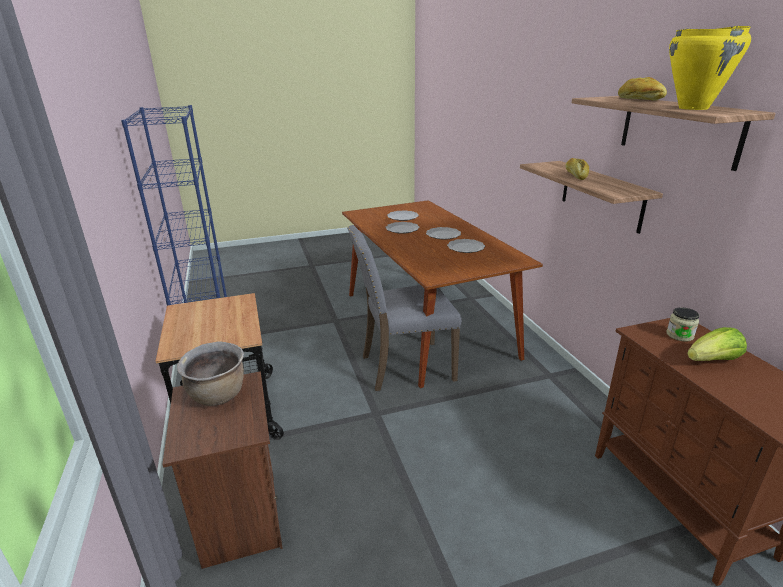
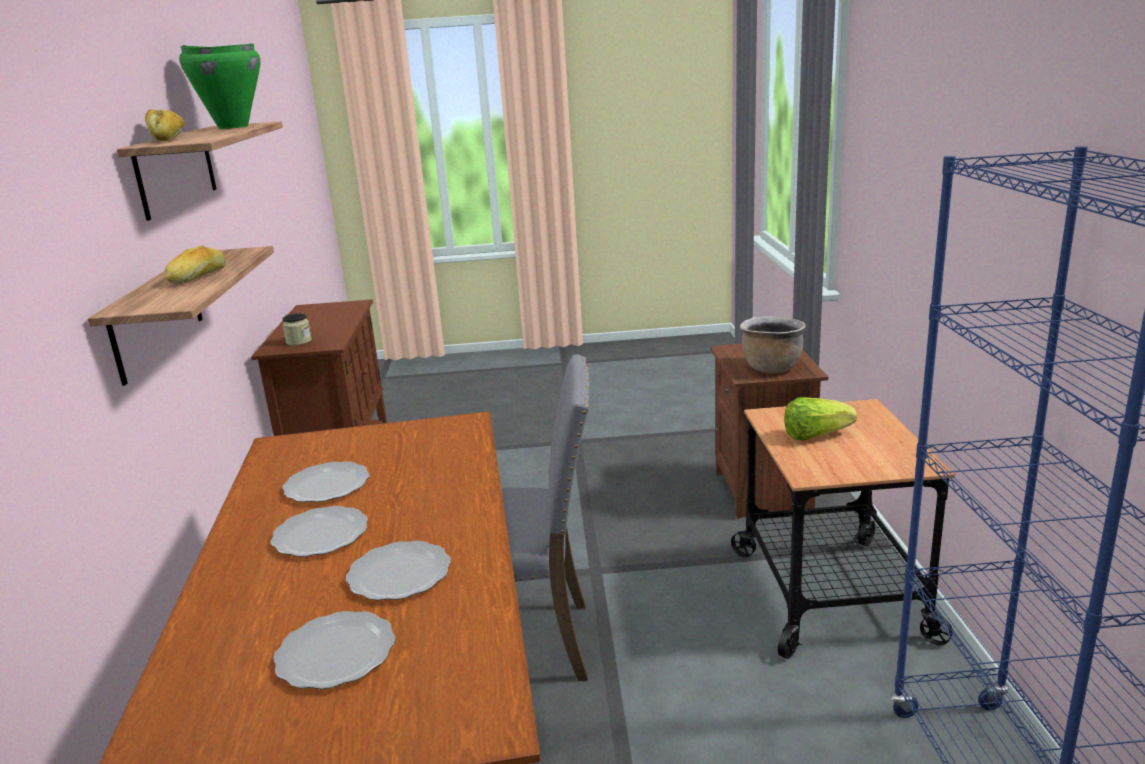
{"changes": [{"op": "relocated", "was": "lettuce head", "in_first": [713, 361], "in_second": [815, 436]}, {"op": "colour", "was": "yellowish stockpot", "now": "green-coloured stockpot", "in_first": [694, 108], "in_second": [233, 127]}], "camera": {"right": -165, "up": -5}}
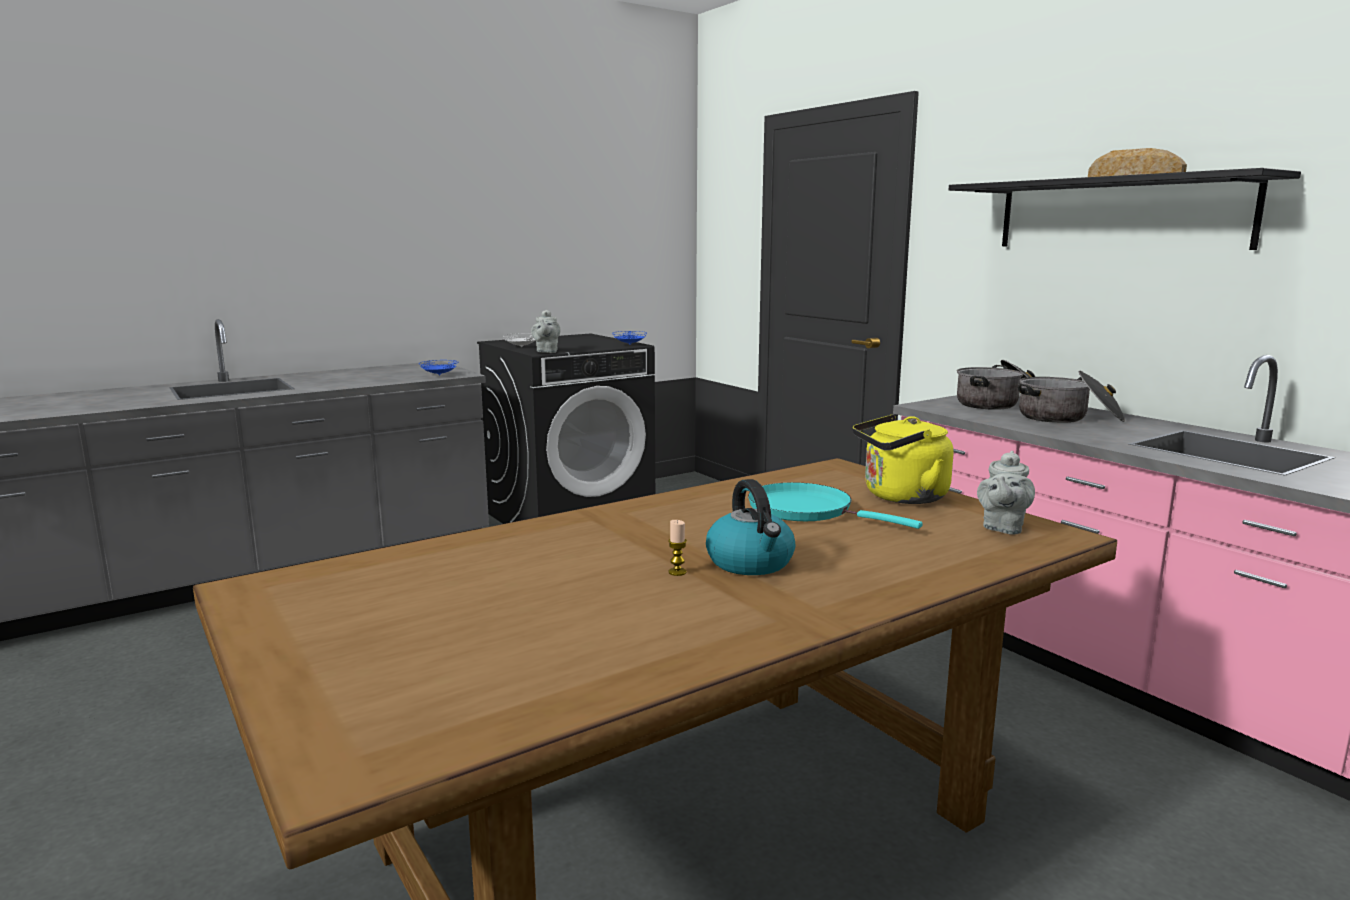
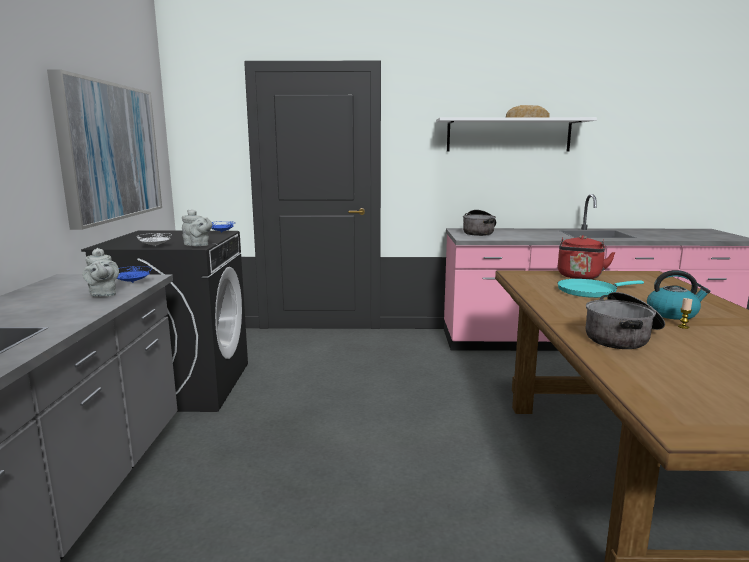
{"changes": [{"op": "appeared", "now": "wall art", "in_second": [110, 152]}, {"op": "relocated", "was": "gray pot for tea", "in_first": [1002, 527], "in_second": [103, 294]}, {"op": "relocated", "was": "stockpot", "in_first": [1068, 418], "in_second": [622, 337]}, {"op": "colour", "was": "yellowish tea kettle", "now": "reddish tea kettle", "in_first": [901, 497], "in_second": [579, 277]}, {"op": "colour", "was": "black-coloured shelf", "now": "whitish shelf", "in_first": [1118, 214], "in_second": [508, 135]}], "camera": {"right": -55, "up": 0}}
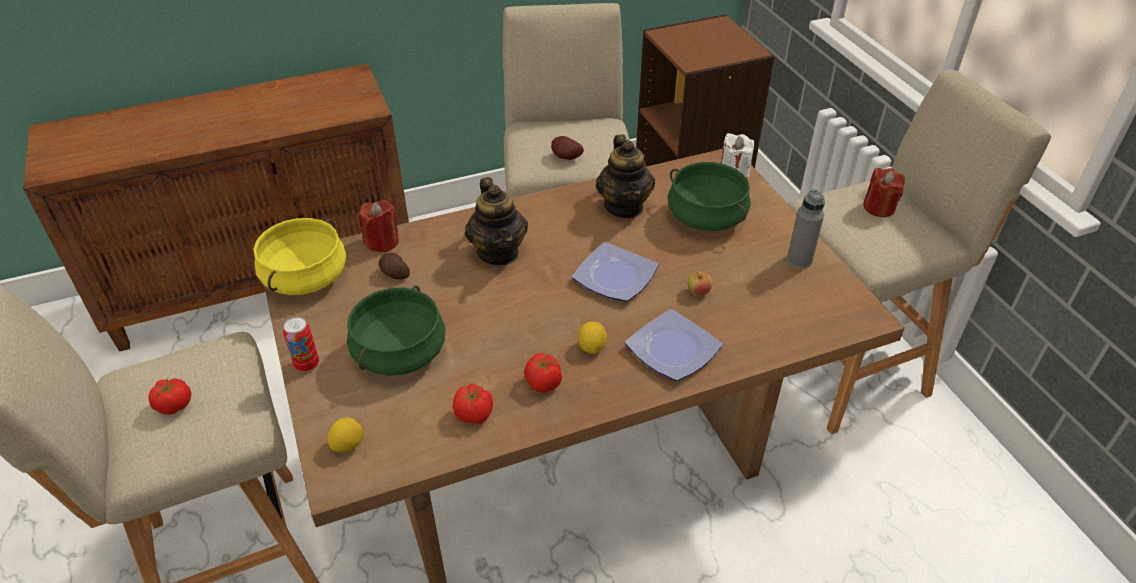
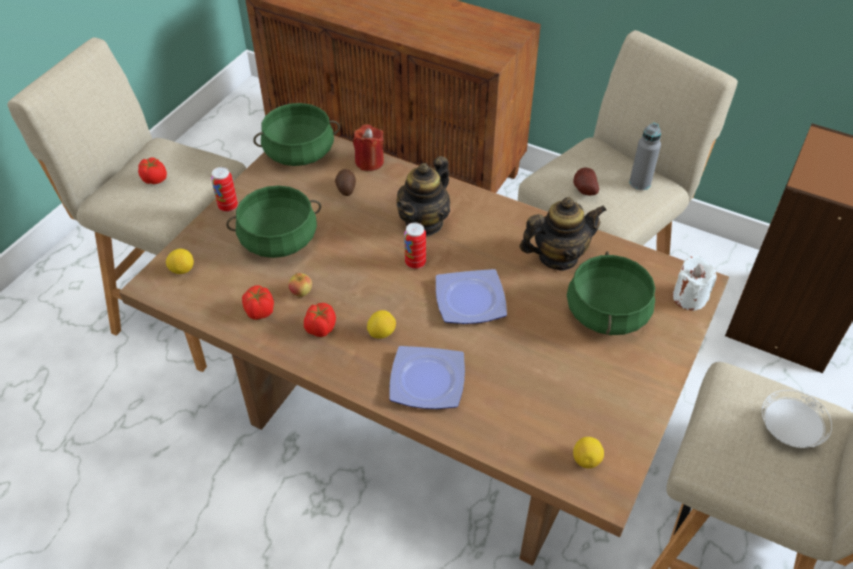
{"changes": [{"op": "appeared", "now": "can", "in_second": [415, 263]}, {"op": "appeared", "now": "whole lemon", "in_second": [586, 460]}, {"op": "relocated", "was": "apple", "in_first": [698, 292], "in_second": [301, 292]}, {"op": "relocated", "was": "gray drink bottle", "in_first": [799, 260], "in_second": [640, 183]}, {"op": "exchanged", "was": "reddish candle", "now": "whitish flat dish", "in_first": [879, 207], "in_second": [789, 429]}, {"op": "colour", "was": "yellowish stockpot", "now": "green-coloured stockpot", "in_first": [306, 278], "in_second": [299, 153]}, {"op": "spun", "was": "pot for tea", "in_first": [624, 206], "in_second": [558, 257], "clockwise": -150}], "camera": {"right": 50, "up": 5}}
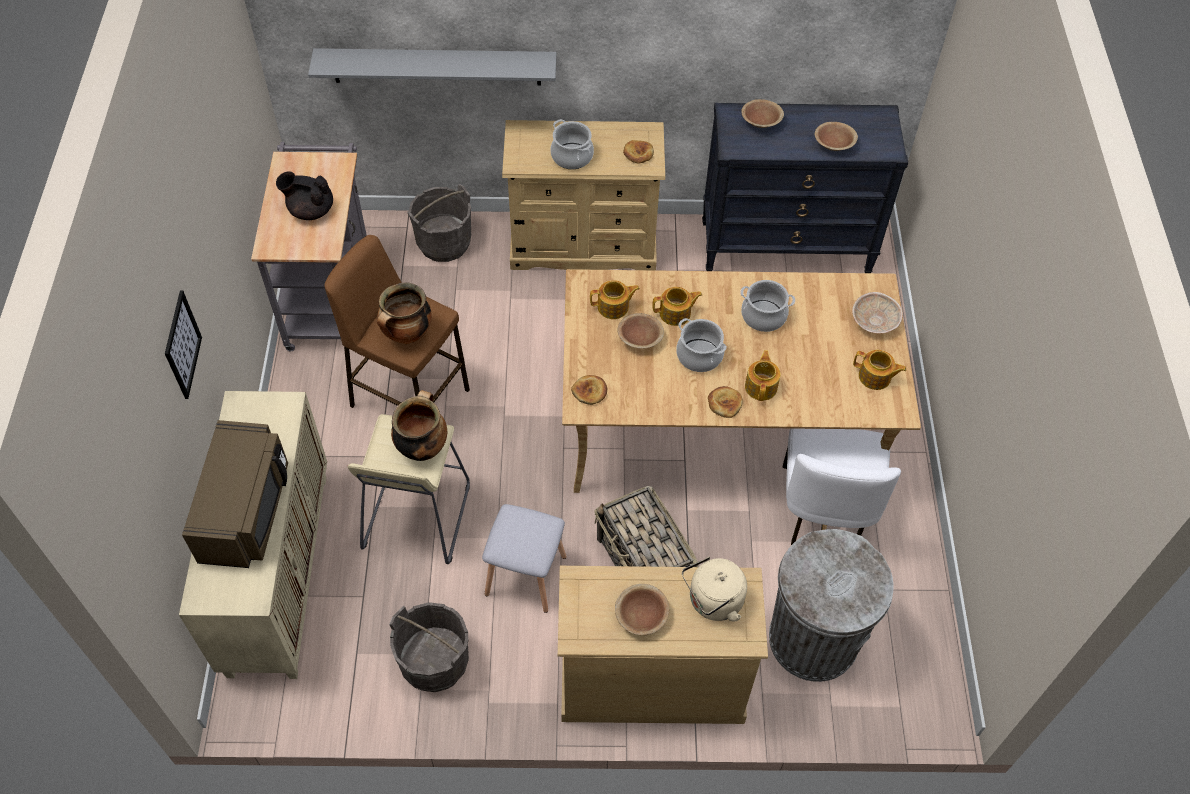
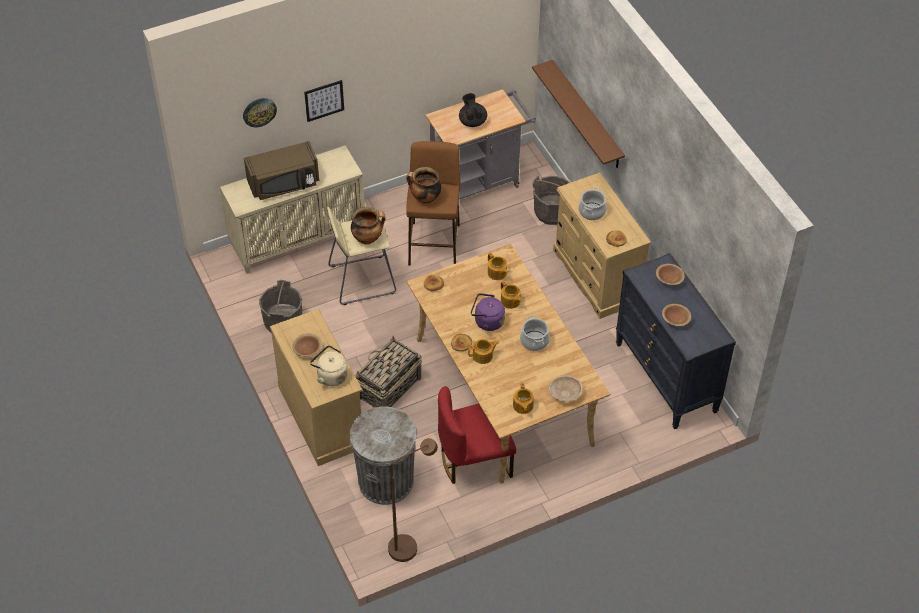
{"changes": [{"op": "missing", "was": "gray sitting stool", "in_first": [525, 574]}, {"op": "missing", "was": "brownish serving bowl", "in_first": [640, 338]}, {"op": "appeared", "now": "hanging clock", "in_second": [259, 112]}, {"op": "appeared", "now": "brownish standing lamp", "in_second": [410, 545]}, {"op": "exchanged", "was": "stockpot", "now": "purple-coloured tea kettle", "in_first": [699, 356], "in_second": [487, 321]}, {"op": "colour", "was": "gray shelf", "now": "brownish shelf", "in_first": [436, 66], "in_second": [587, 115]}, {"op": "colour", "was": "whitish chair", "now": "reddish chair", "in_first": [824, 510], "in_second": [474, 460]}], "camera": {"right": 65, "up": -5}}
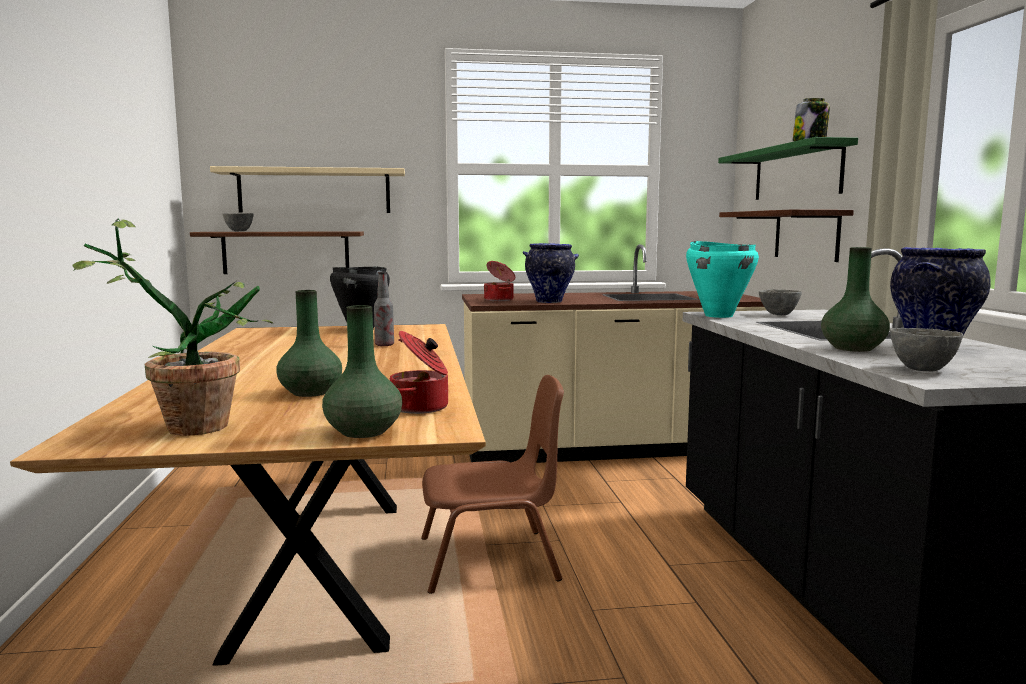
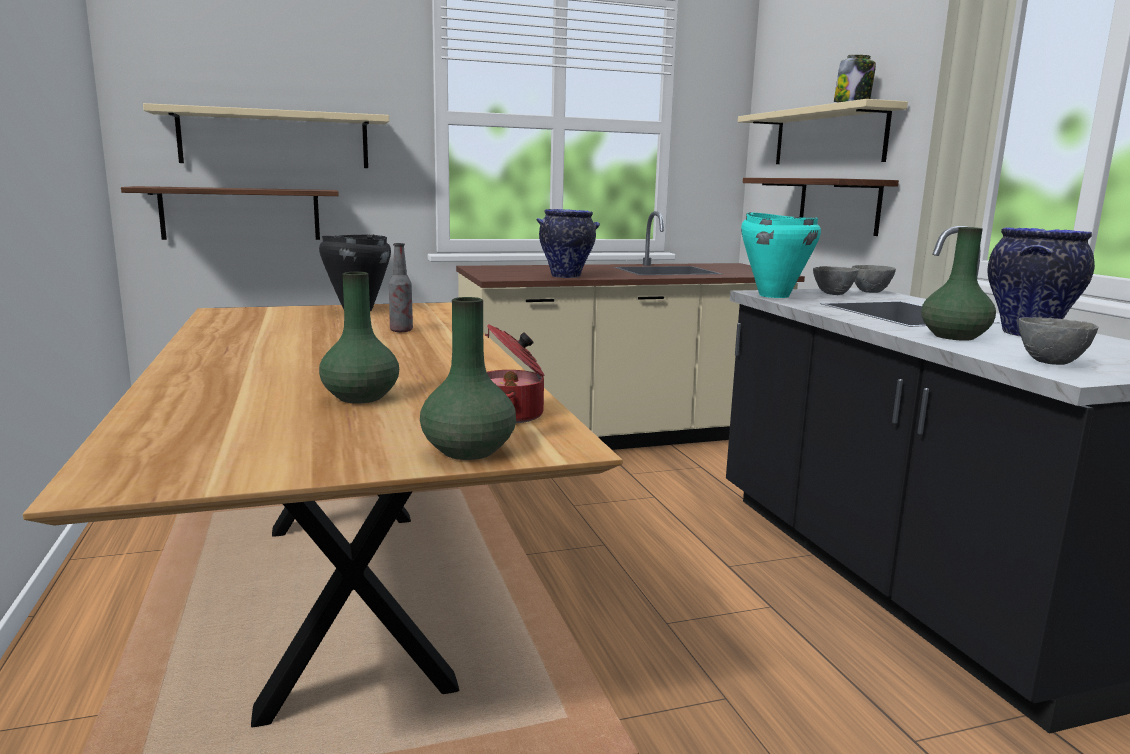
{"changes": [{"op": "missing", "was": "houseplant", "in_first": [182, 427]}, {"op": "missing", "was": "brownish chair", "in_first": [490, 560]}, {"op": "missing", "was": "stockpot", "in_first": [499, 300]}, {"op": "relocated", "was": "gray serving bowl", "in_first": [239, 231], "in_second": [871, 292]}, {"op": "colour", "was": "green-coloured shelf", "now": "beige shelf", "in_first": [796, 173], "in_second": [828, 137]}], "camera": {"right": -10, "up": 5}}
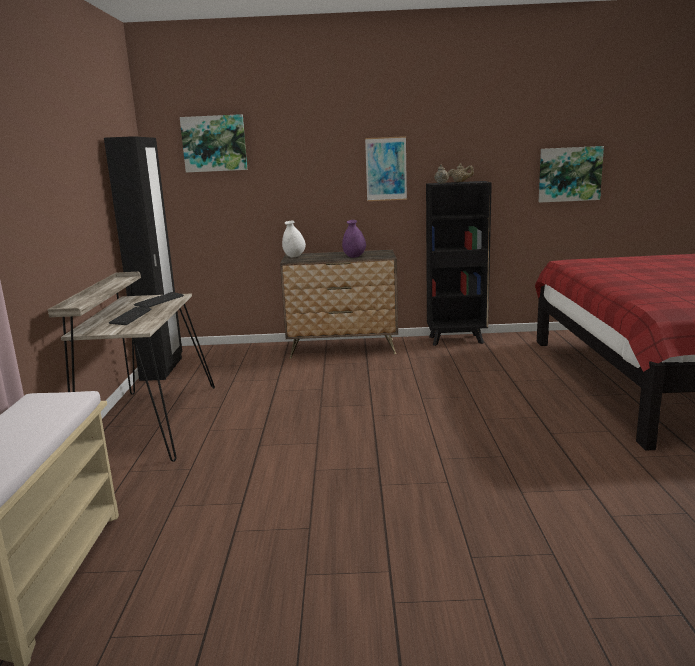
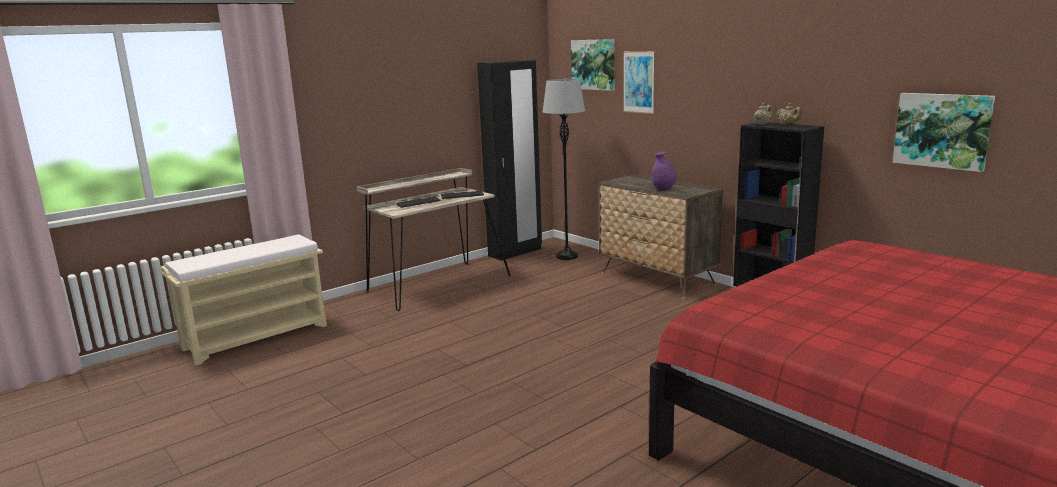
{"changes": [{"op": "missing", "was": "whitish vase", "in_first": [294, 256]}, {"op": "appeared", "now": "gray standing lamp", "in_second": [567, 256]}, {"op": "relocated", "was": "wall art", "in_first": [386, 169], "in_second": [638, 82]}], "camera": {"right": 50, "up": 0}}
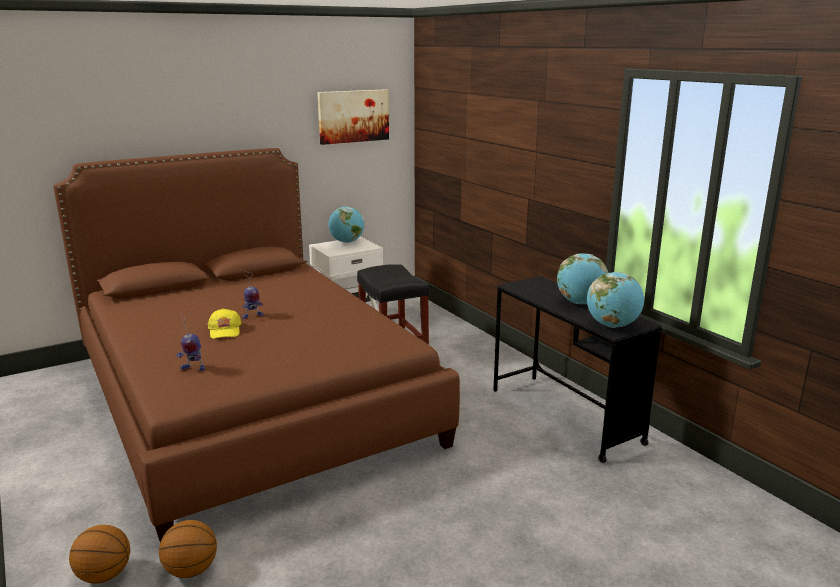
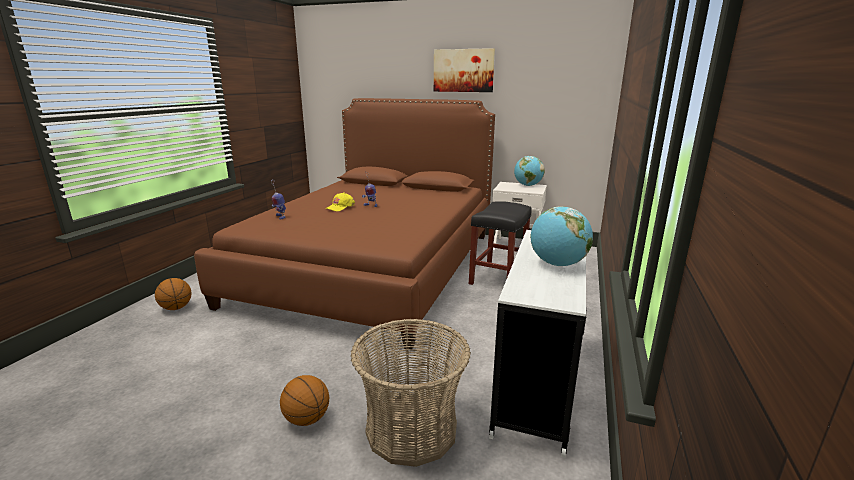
{"changes": [{"op": "missing", "was": "globe", "in_first": [612, 325]}, {"op": "appeared", "now": "storage basket", "in_second": [411, 429]}, {"op": "relocated", "was": "ball for basketball", "in_first": [190, 570], "in_second": [307, 419]}, {"op": "relocated", "was": "wall art", "in_first": [353, 116], "in_second": [463, 70]}, {"op": "colour", "was": "black-coloured desk unit", "now": "whitish desk unit", "in_first": [564, 416], "in_second": [537, 383]}], "camera": {"right": 50, "up": 0}}
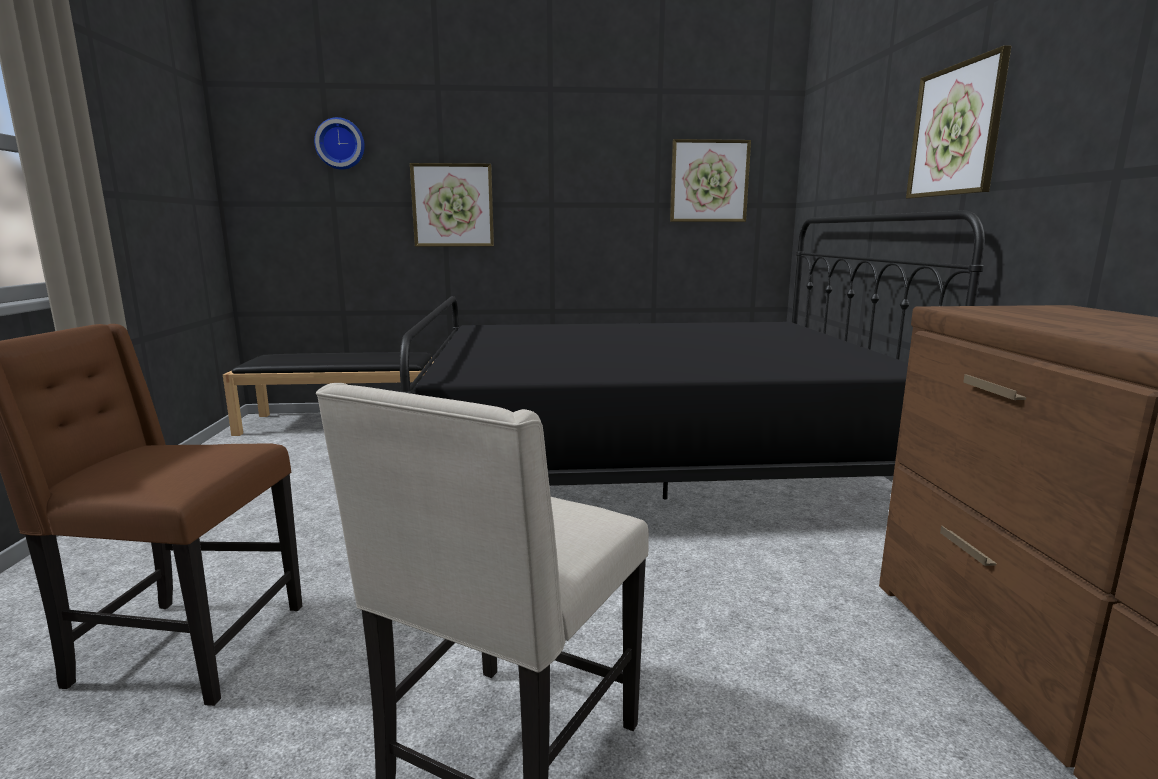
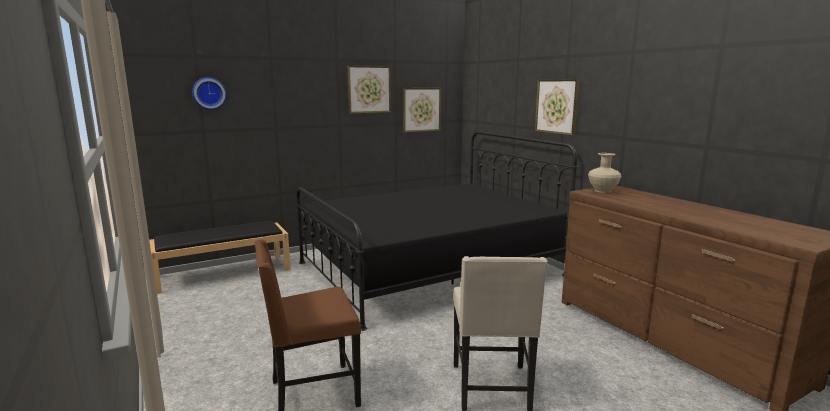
{"changes": [{"op": "appeared", "now": "beige vase", "in_second": [602, 191]}, {"op": "relocated", "was": "wall art", "in_first": [453, 205], "in_second": [369, 89]}], "camera": {"right": -25, "up": 0}}
